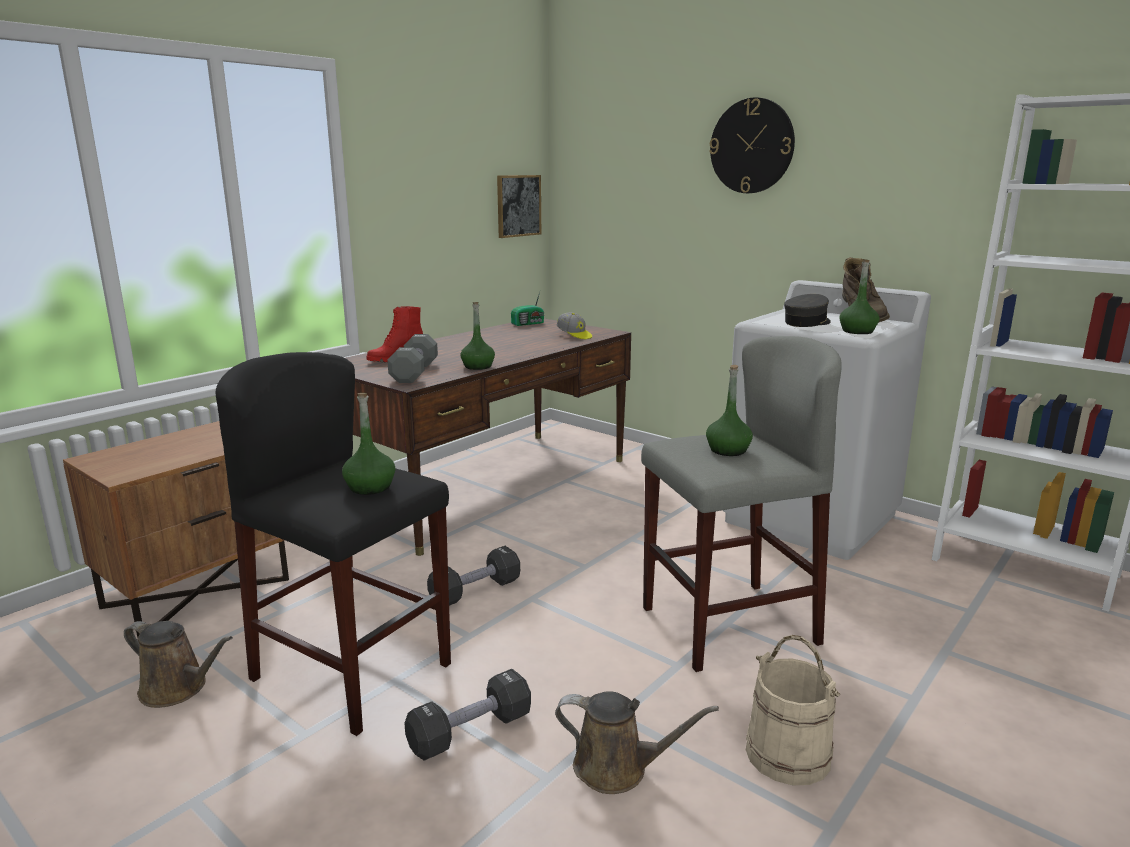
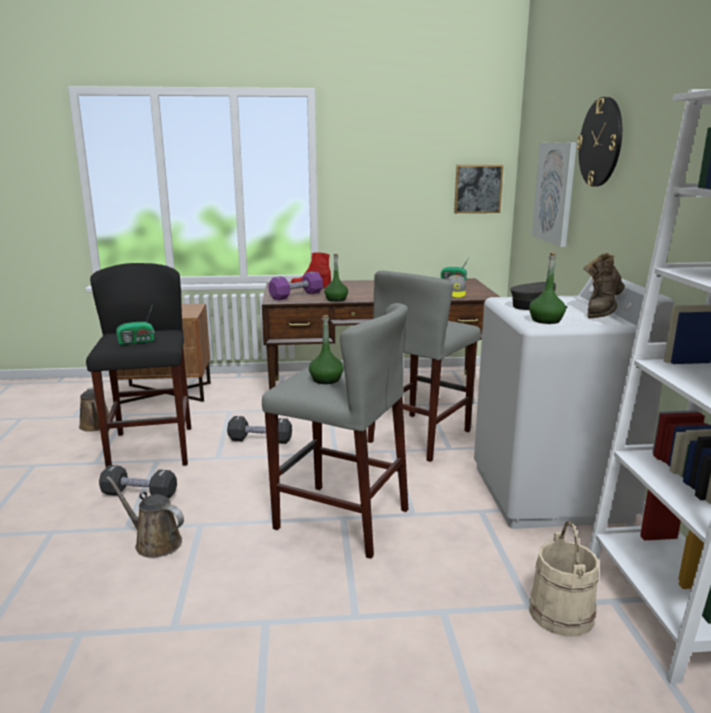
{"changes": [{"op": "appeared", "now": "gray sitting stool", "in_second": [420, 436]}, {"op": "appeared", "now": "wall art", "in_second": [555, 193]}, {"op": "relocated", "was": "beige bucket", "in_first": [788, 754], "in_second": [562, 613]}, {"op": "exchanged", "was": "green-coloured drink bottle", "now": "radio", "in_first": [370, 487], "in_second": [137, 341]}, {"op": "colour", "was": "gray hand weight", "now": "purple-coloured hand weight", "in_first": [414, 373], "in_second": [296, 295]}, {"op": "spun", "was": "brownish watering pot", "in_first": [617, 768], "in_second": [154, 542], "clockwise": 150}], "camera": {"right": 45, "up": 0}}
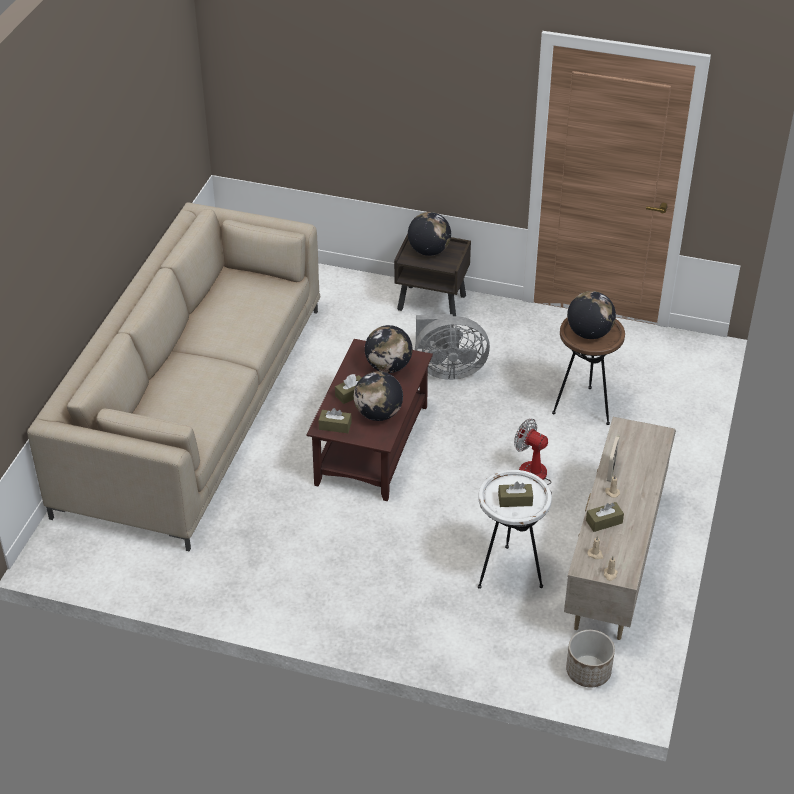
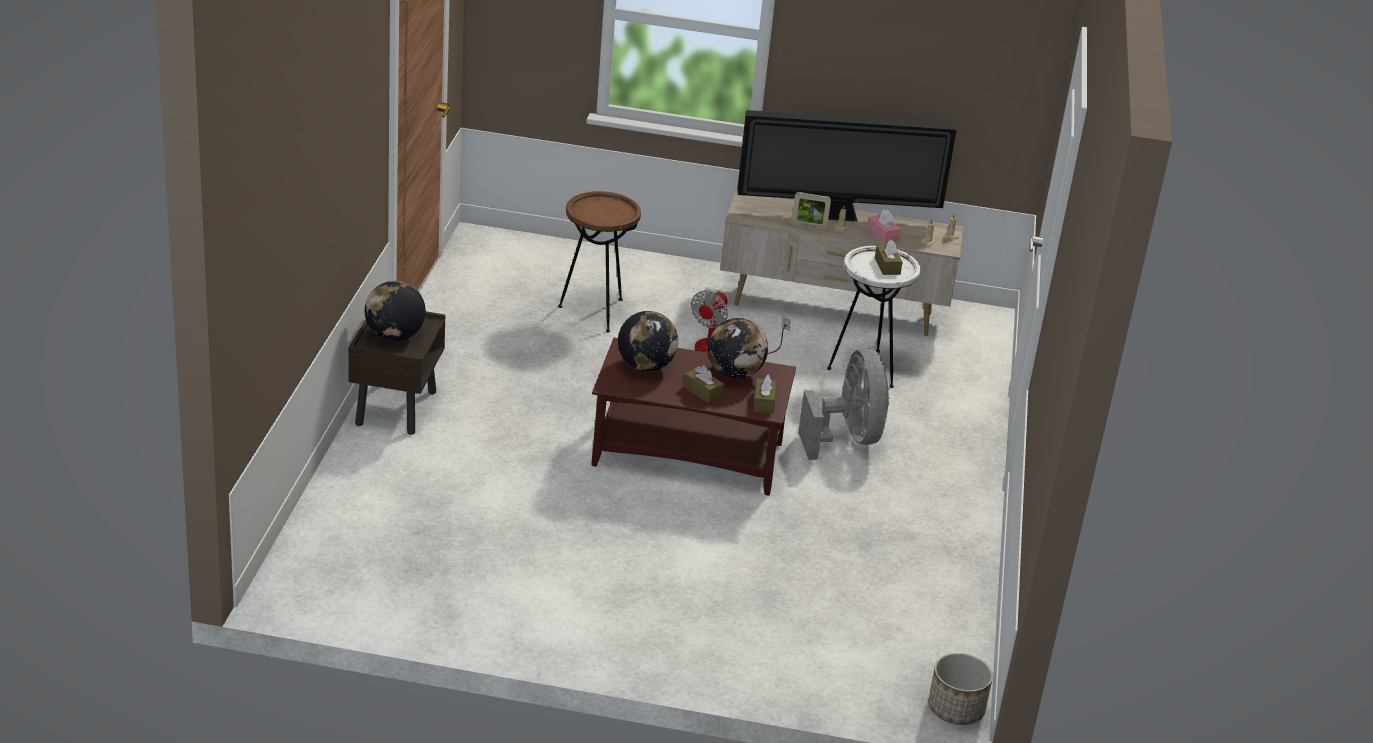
{"changes": [{"op": "missing", "was": "beige couch", "in_first": [194, 407]}, {"op": "missing", "was": "globe", "in_first": [589, 333]}, {"op": "appeared", "now": "television", "in_second": [837, 217]}, {"op": "relocated", "was": "gray electric fan", "in_first": [447, 370], "in_second": [847, 438]}, {"op": "relocated", "was": "plant pot", "in_first": [588, 671], "in_second": [955, 709]}, {"op": "colour", "was": "brownish tissue box", "now": "pink-coloured tissue box", "in_first": [604, 521], "in_second": [882, 235]}], "camera": {"right": -100, "up": -10}}
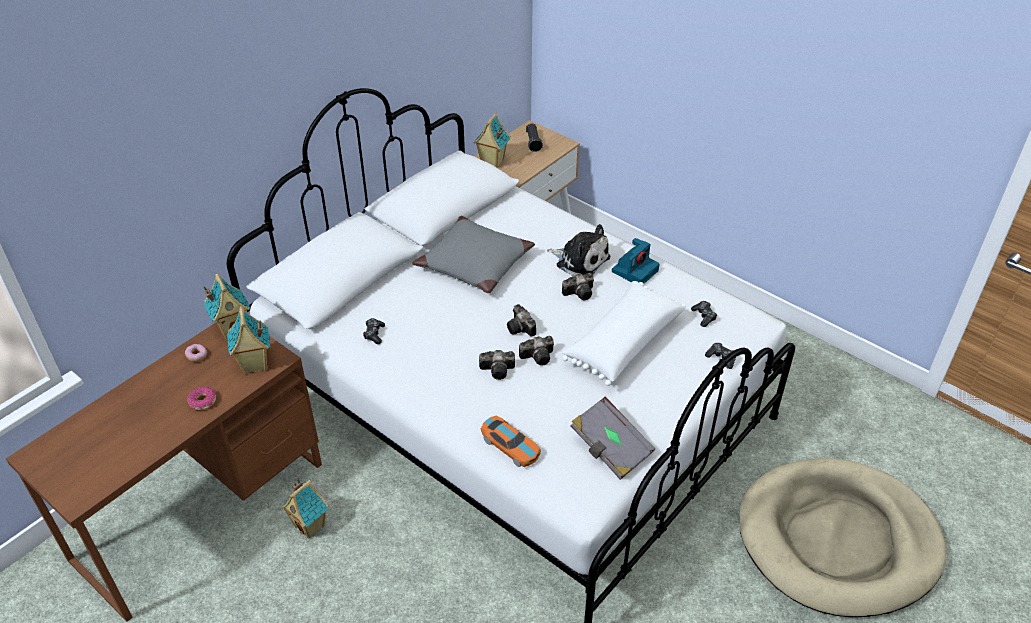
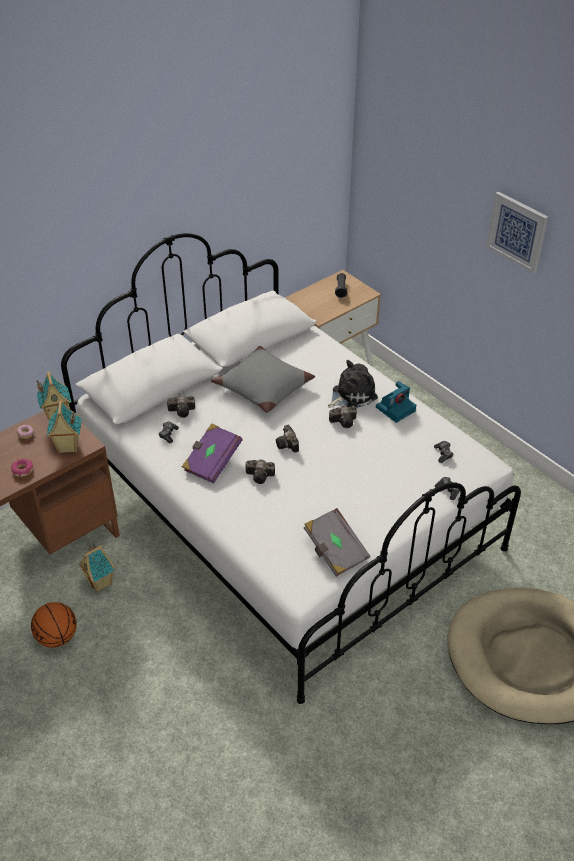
{"changes": [{"op": "missing", "was": "model house", "in_first": [491, 162]}, {"op": "missing", "was": "miniature car", "in_first": [510, 446]}, {"op": "missing", "was": "whitish throw pillow", "in_first": [622, 342]}, {"op": "appeared", "now": "ball for basketball", "in_second": [57, 637]}, {"op": "appeared", "now": "purple-coloured book", "in_second": [212, 461]}, {"op": "appeared", "now": "wall art", "in_second": [517, 231]}, {"op": "relocated", "was": "still camera", "in_first": [539, 356], "in_second": [183, 411]}, {"op": "spun", "was": "plush toy", "in_first": [580, 260], "in_second": [351, 394], "clockwise": -75}], "camera": {"right": 10, "up": 0}}
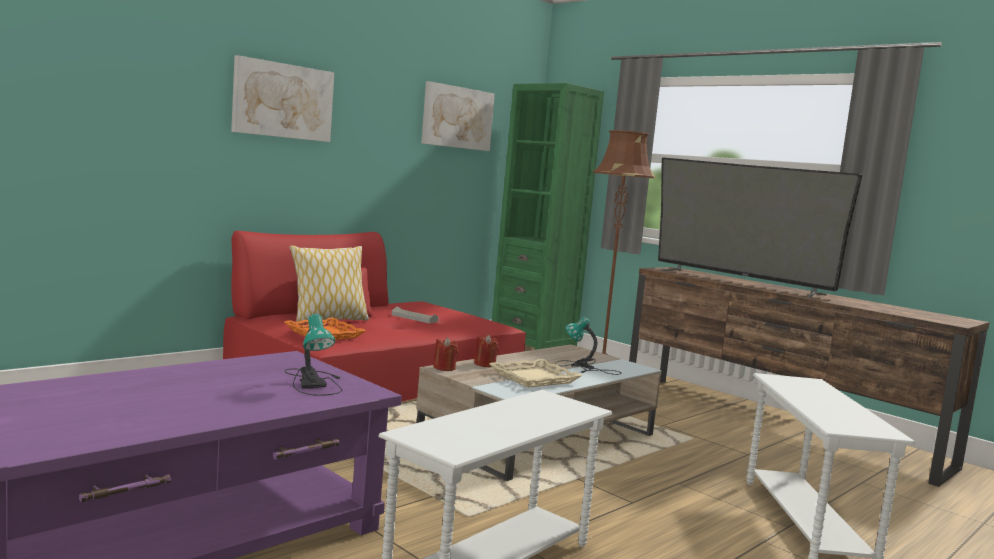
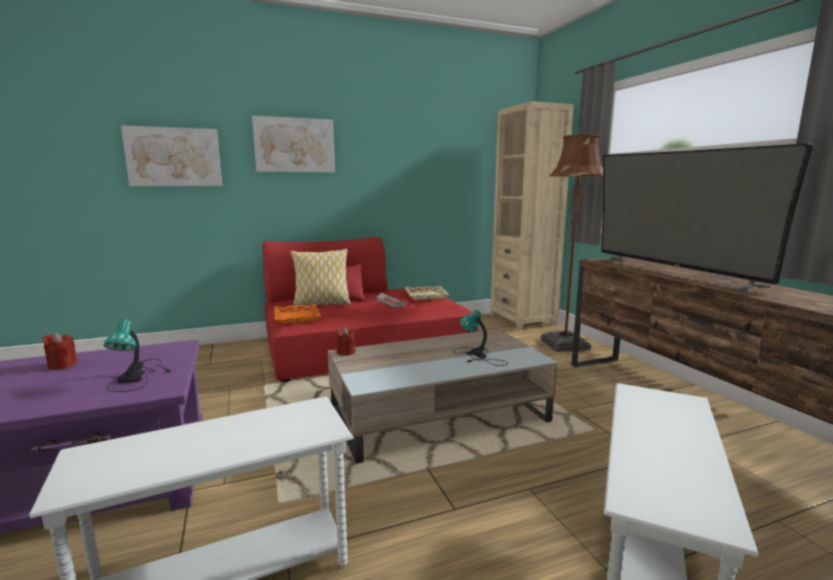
{"changes": [{"op": "relocated", "was": "wall art", "in_first": [457, 117], "in_second": [174, 157]}, {"op": "relocated", "was": "reddish candle", "in_first": [485, 364], "in_second": [62, 365]}, {"op": "relocated", "was": "beige tray", "in_first": [534, 378], "in_second": [426, 295]}, {"op": "colour", "was": "green-coloured bookcase", "now": "beige bookcase", "in_first": [533, 346], "in_second": [523, 320]}], "camera": {"right": 25, "up": 5}}
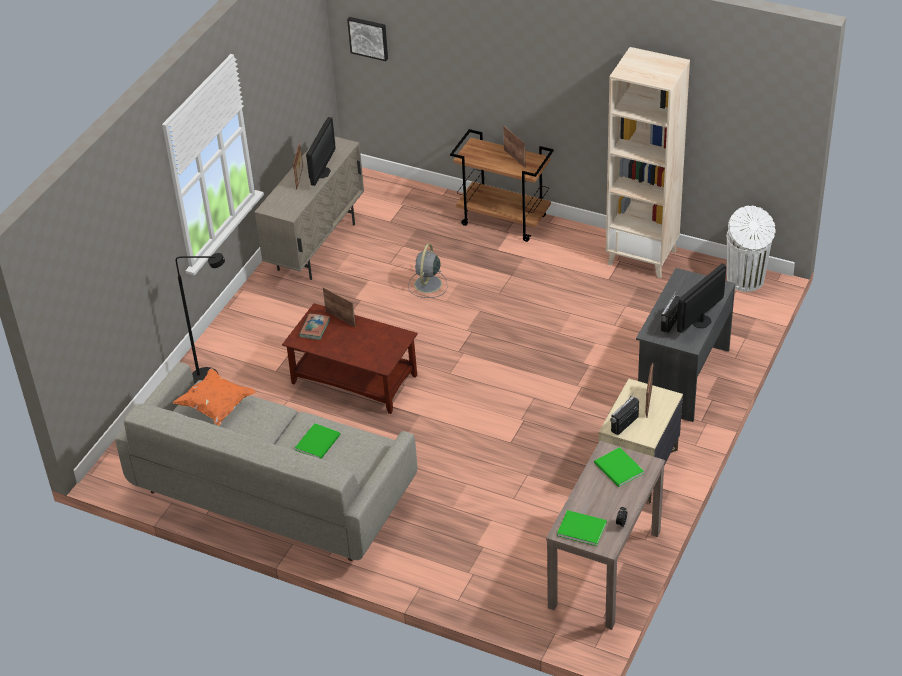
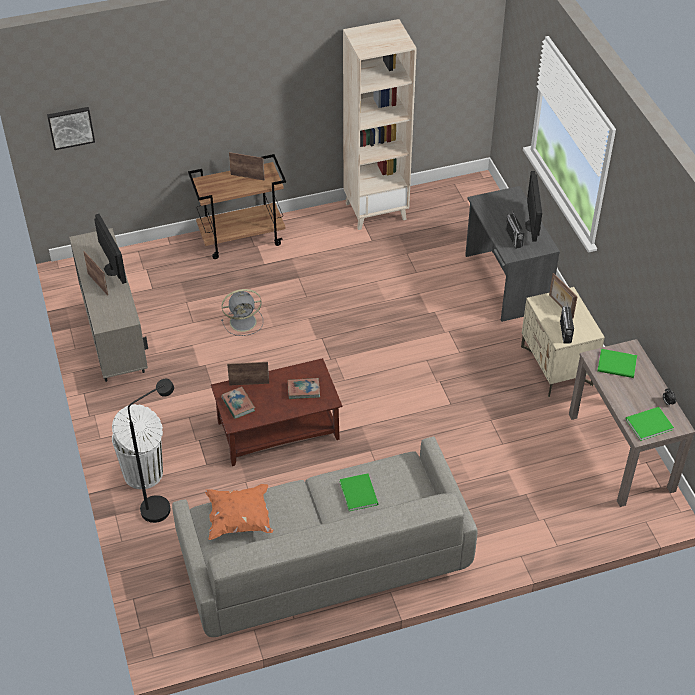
{"changes": [{"op": "appeared", "now": "book", "in_second": [303, 390]}, {"op": "relocated", "was": "whitish waste bin", "in_first": [746, 280], "in_second": [144, 474]}, {"op": "spun", "was": "gray electric fan", "in_first": [427, 285], "in_second": [244, 321], "clockwise": -75}], "camera": {"right": -45, "up": 5}}
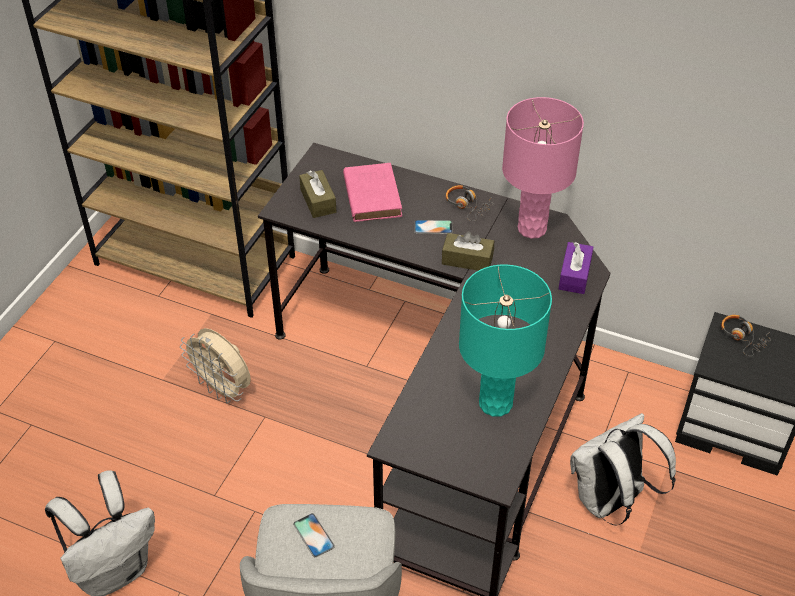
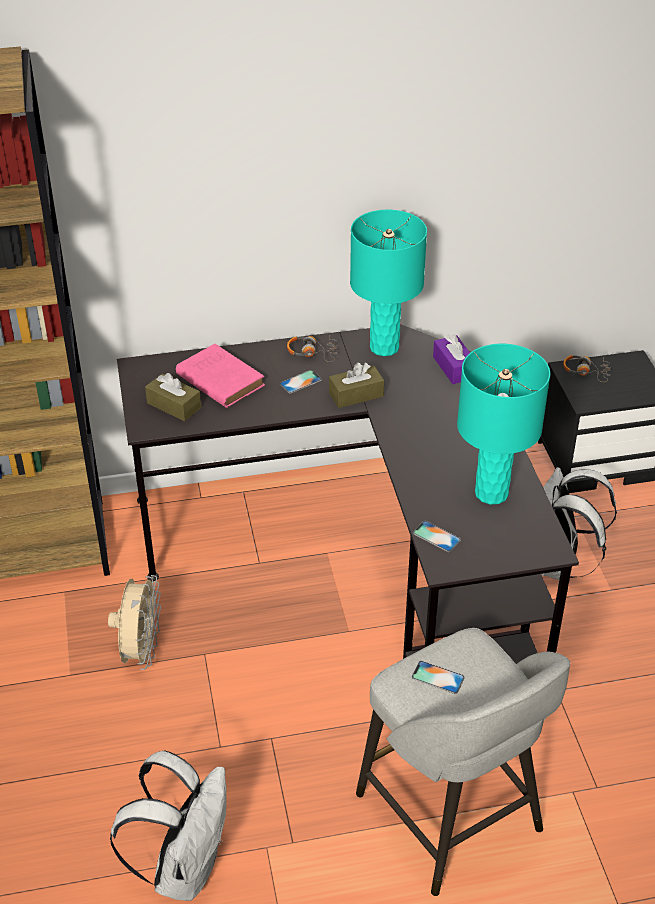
{"changes": [{"op": "appeared", "now": "phone", "in_second": [436, 536]}, {"op": "colour", "was": "pink-coloured table lamp", "now": "blue-green table lamp", "in_first": [531, 229], "in_second": [384, 347]}, {"op": "spun", "was": "beige electric fan", "in_first": [223, 389], "in_second": [141, 651], "clockwise": -90}], "camera": {"right": -35, "up": -5}}
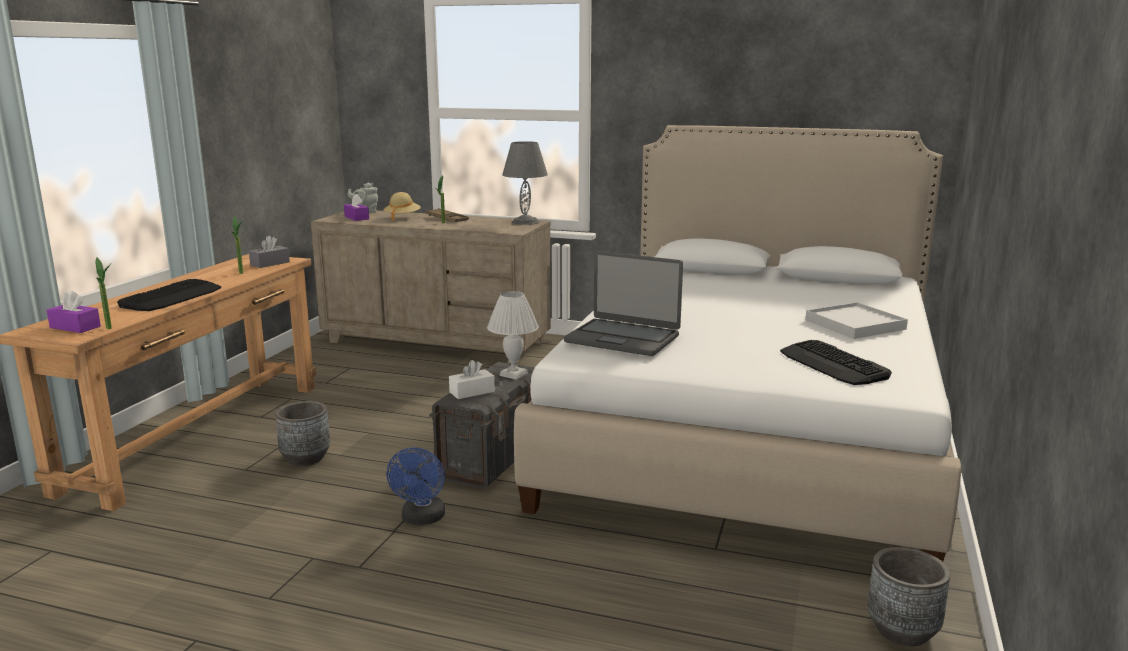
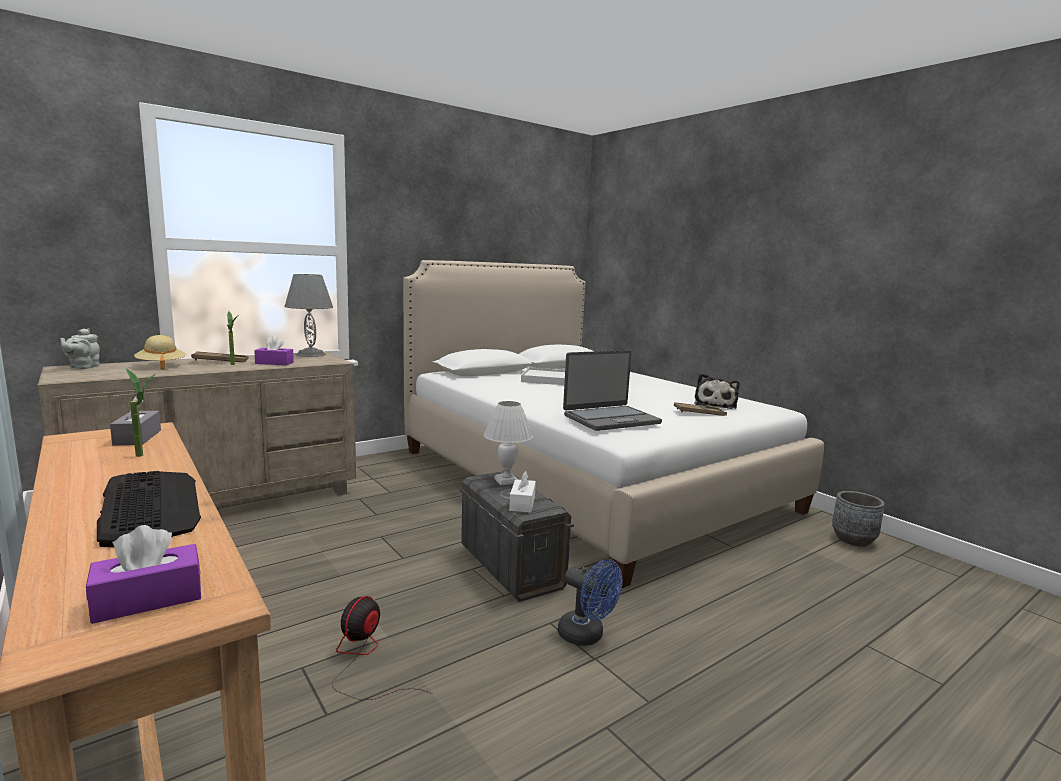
{"changes": [{"op": "missing", "was": "houseplant", "in_first": [111, 329]}, {"op": "appeared", "now": "brownish tray", "in_second": [699, 413]}, {"op": "relocated", "was": "purple-coloured tissue box", "in_first": [356, 218], "in_second": [274, 363]}, {"op": "relocated", "was": "whitish tray", "in_first": [855, 325], "in_second": [547, 379]}, {"op": "exchanged", "was": "gray plant pot", "now": "electric fan", "in_first": [306, 458], "in_second": [364, 660]}, {"op": "exchanged", "was": "computer keyboard", "now": "plush toy", "in_first": [833, 364], "in_second": [715, 405]}], "camera": {"right": -55, "up": -5}}
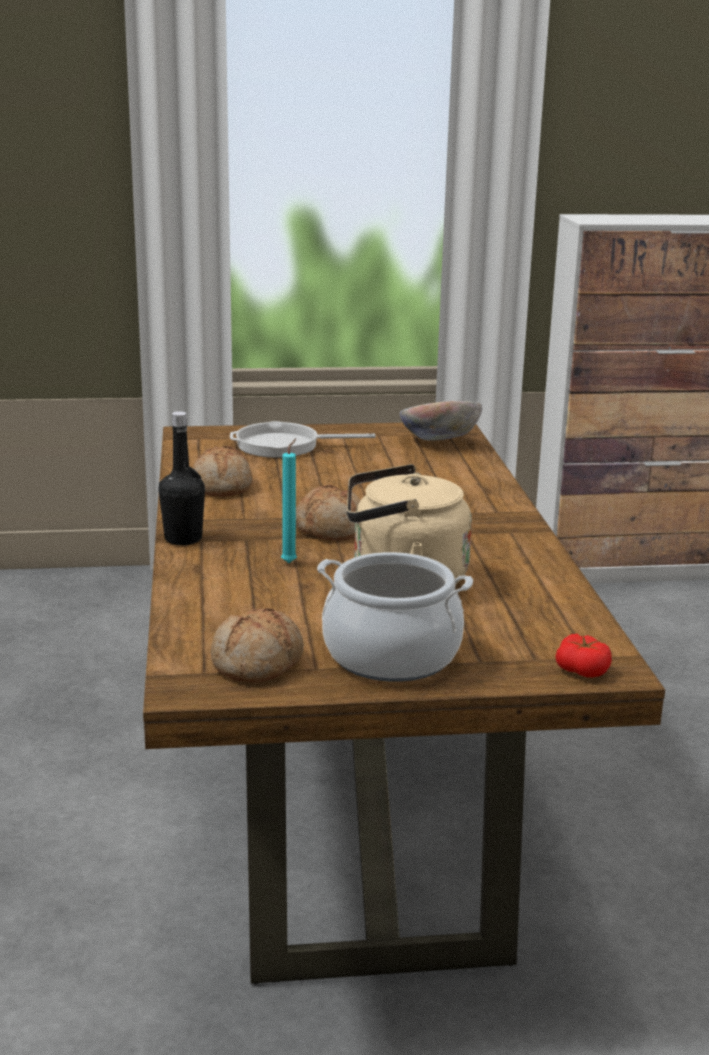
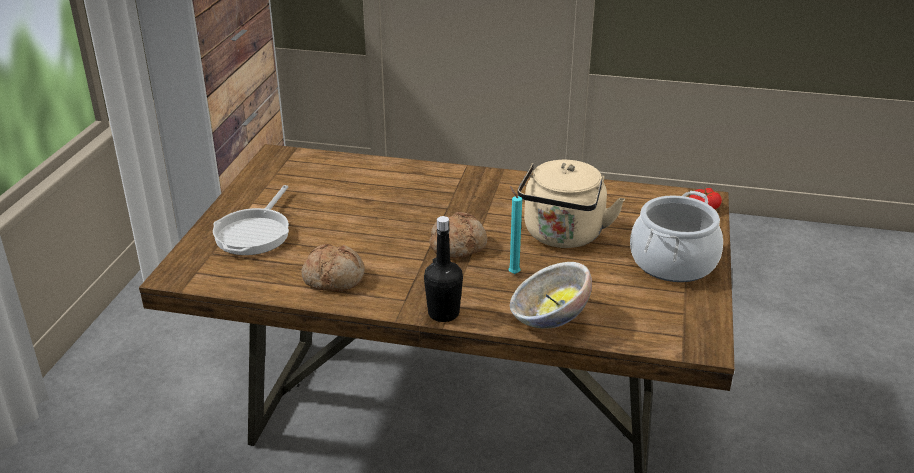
{"changes": [{"op": "missing", "was": "bread", "in_first": [259, 663]}, {"op": "relocated", "was": "serving bowl", "in_first": [438, 442], "in_second": [549, 320]}], "camera": {"right": -70, "up": 10}}
